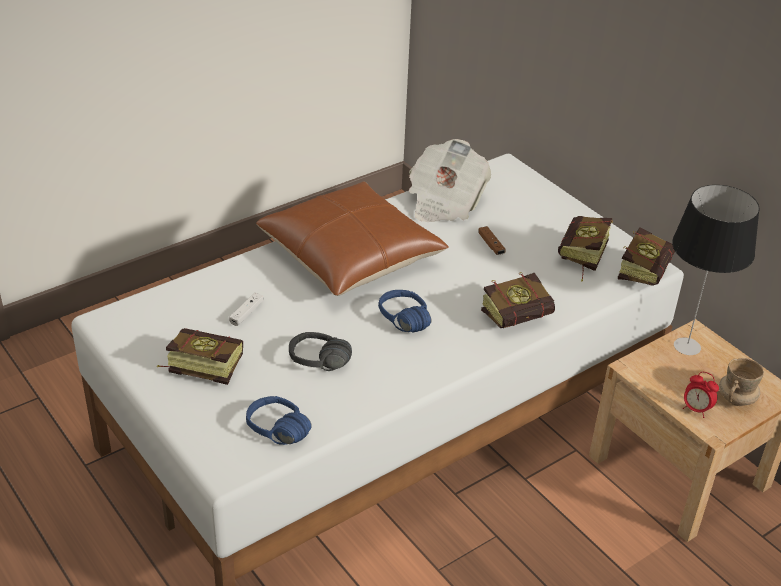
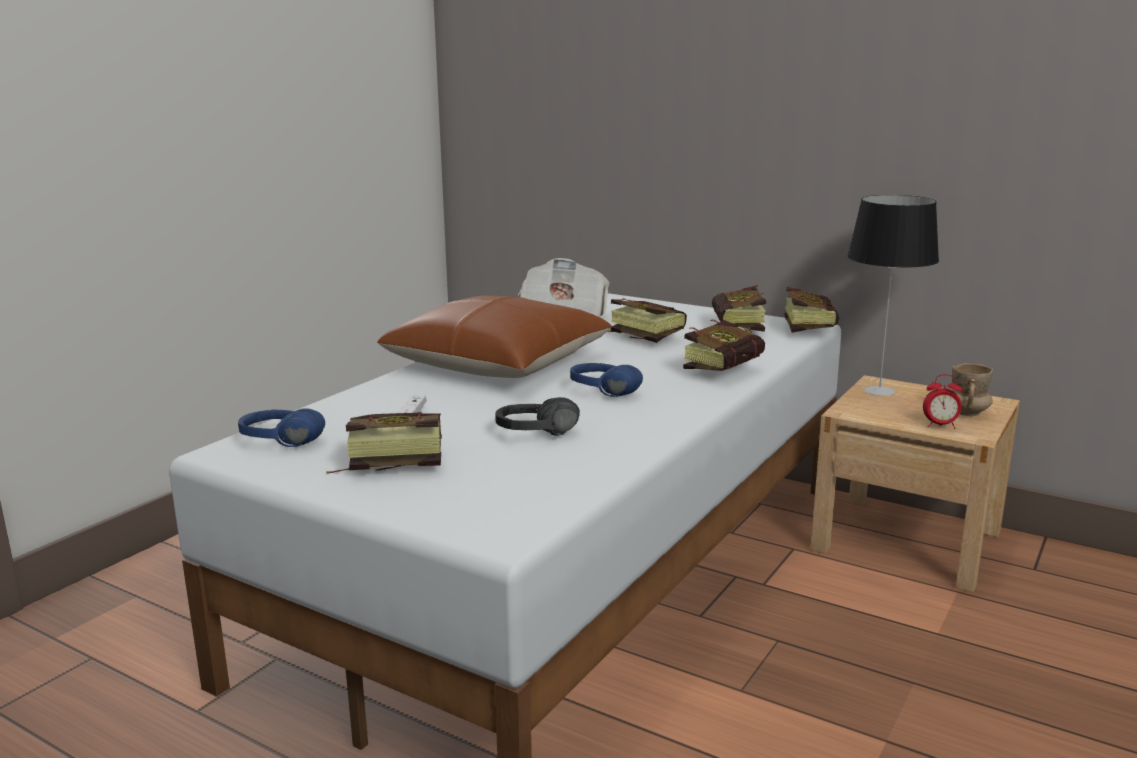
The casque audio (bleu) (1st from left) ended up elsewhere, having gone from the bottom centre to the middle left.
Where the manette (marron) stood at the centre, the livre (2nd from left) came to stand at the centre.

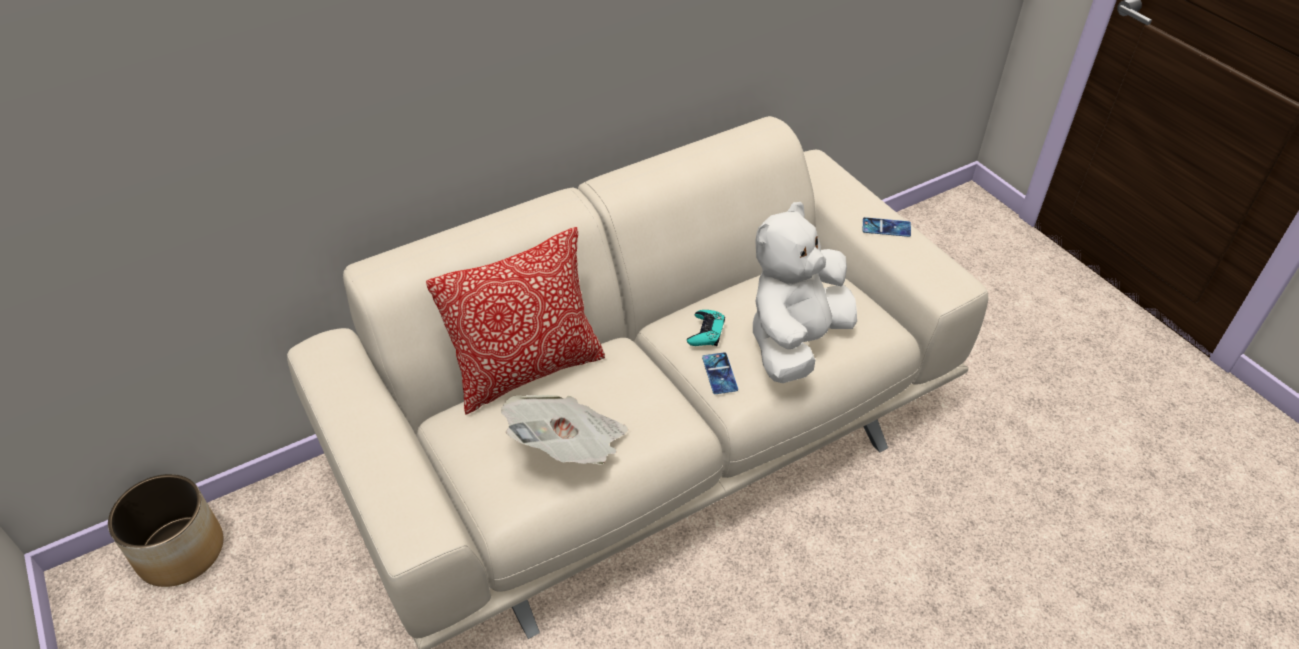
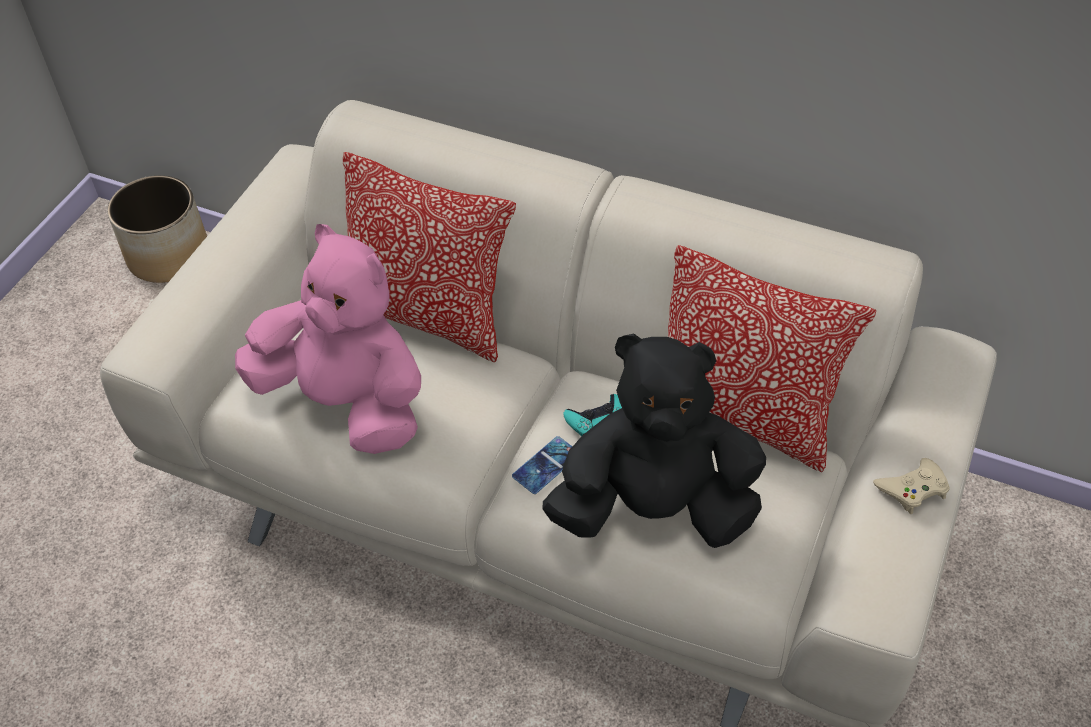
Where the journal stood at the centre, the peluche (rose) came to stand at the middle left.
What was the peluche (blanc) at the centre turned into the peluche (noir) at the centre.
Where the téléphone (2nd from left) stood at the middle right, the manette (beige) came to stand at the bottom right.
The second view gained the coussin (2nd from left) at the middle right.

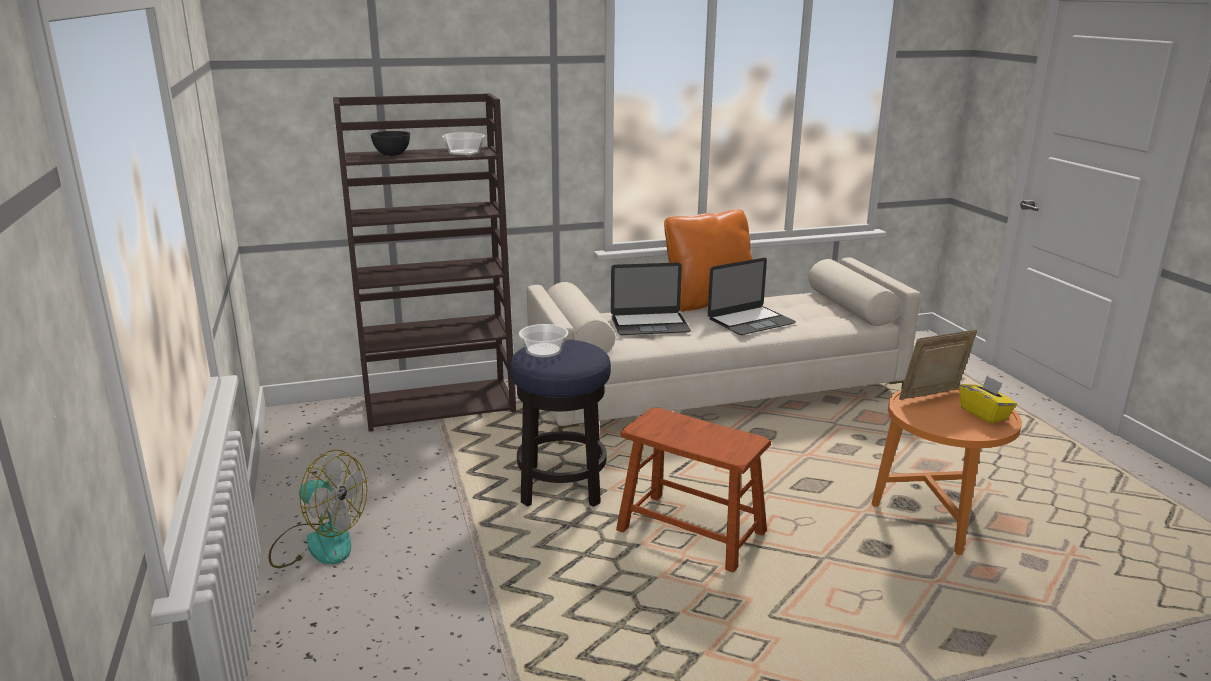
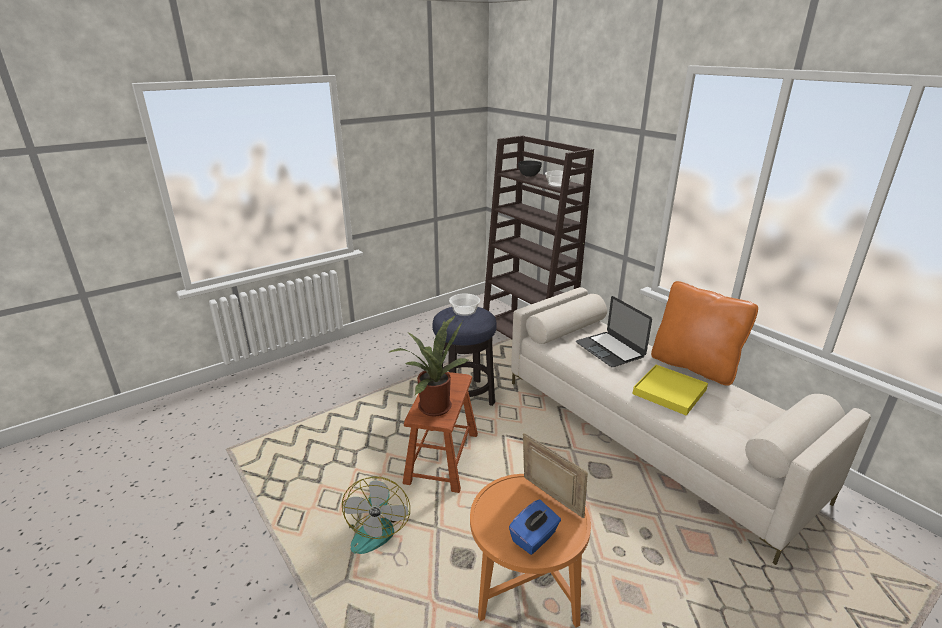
The ventilateur ended up elsewhere, having gone from the bottom left to the bottom centre.
Where the ordinateur portable (2nd from left) stood at the centre, the plateau (jaune) came to stand at the middle right.
What was the boîte à mouchoirs (jaune) at the middle right turned into the boîte à mouchoirs (bleu) at the bottom centre.
The second view gained the plante en pot at the centre.

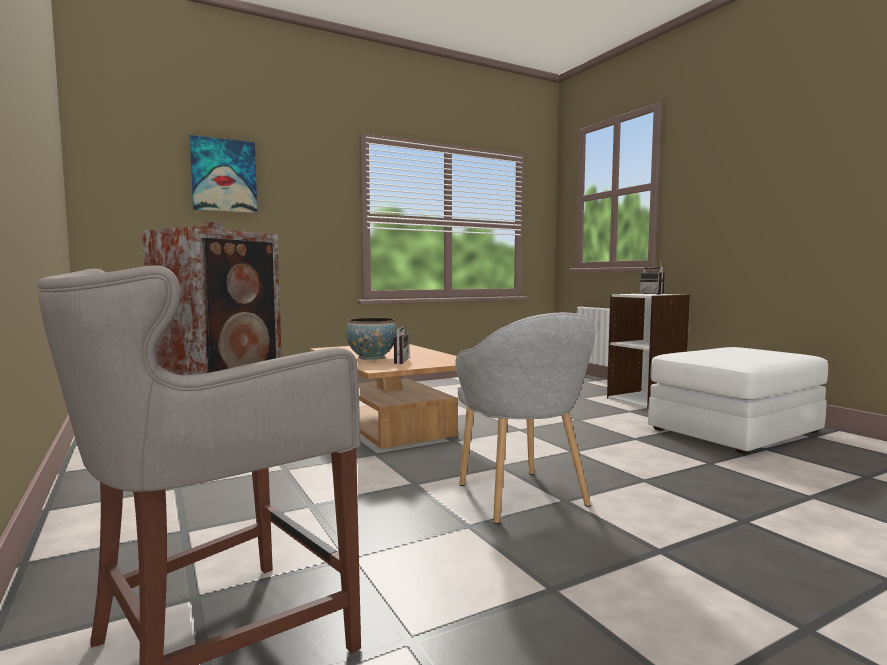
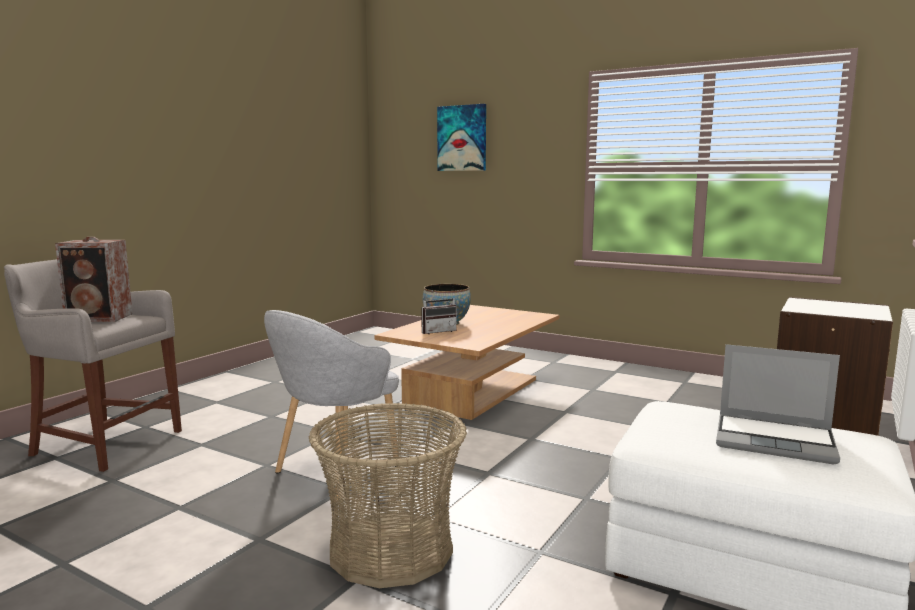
The second view lost the radio (2nd from left) at the middle right.
The second view gained the panier at the bottom centre.
The second view gained the ordinateur portable at the middle right.

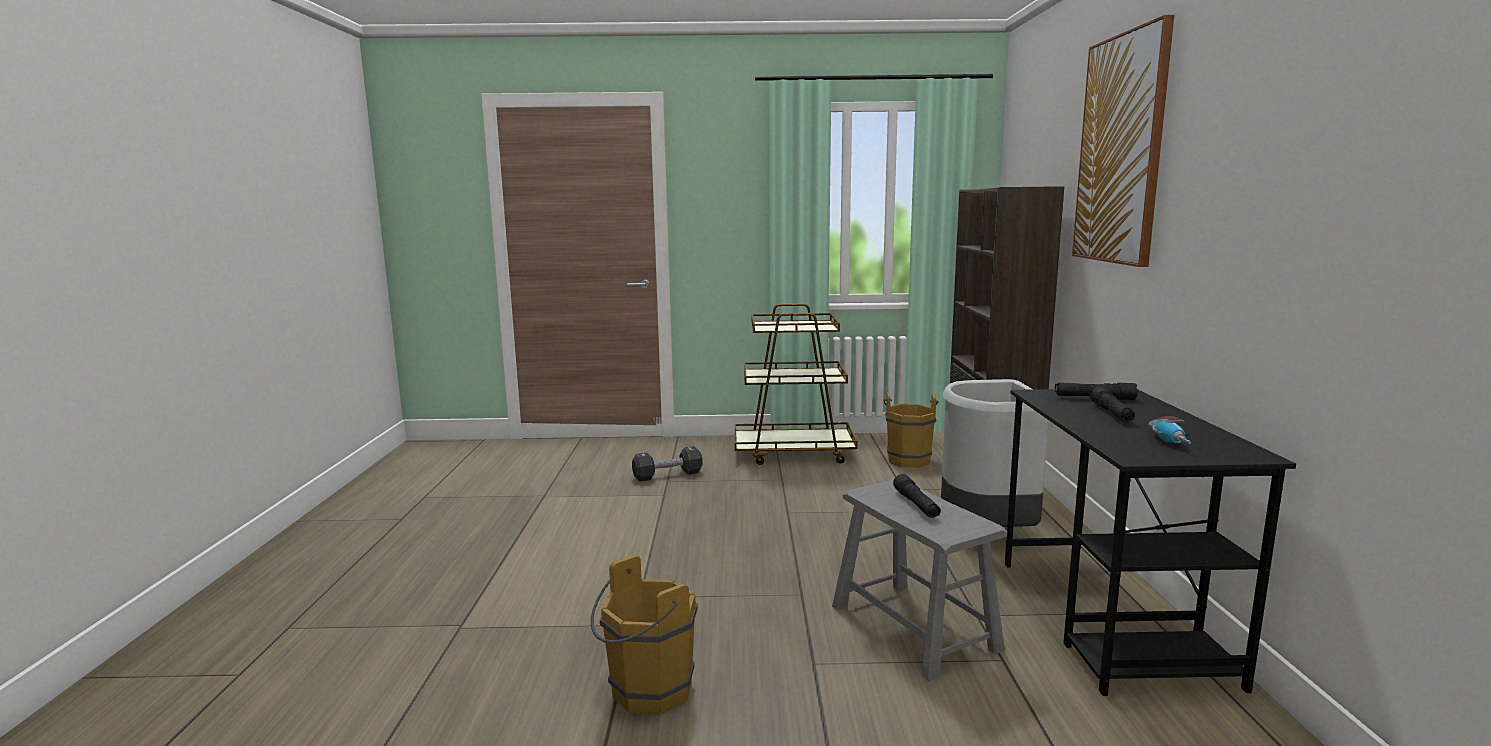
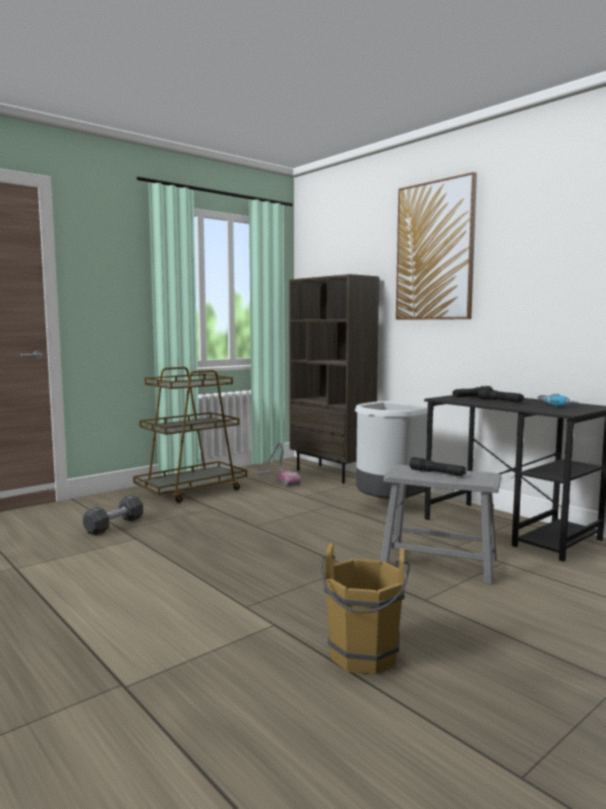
Where the seau (marron) (2nd from left) stood at the centre, the aspirateur came to stand at the centre.

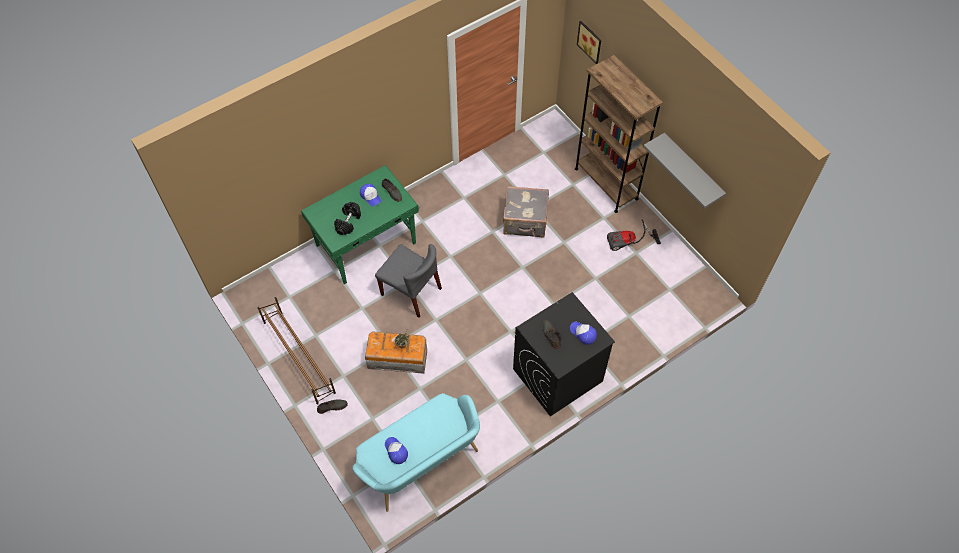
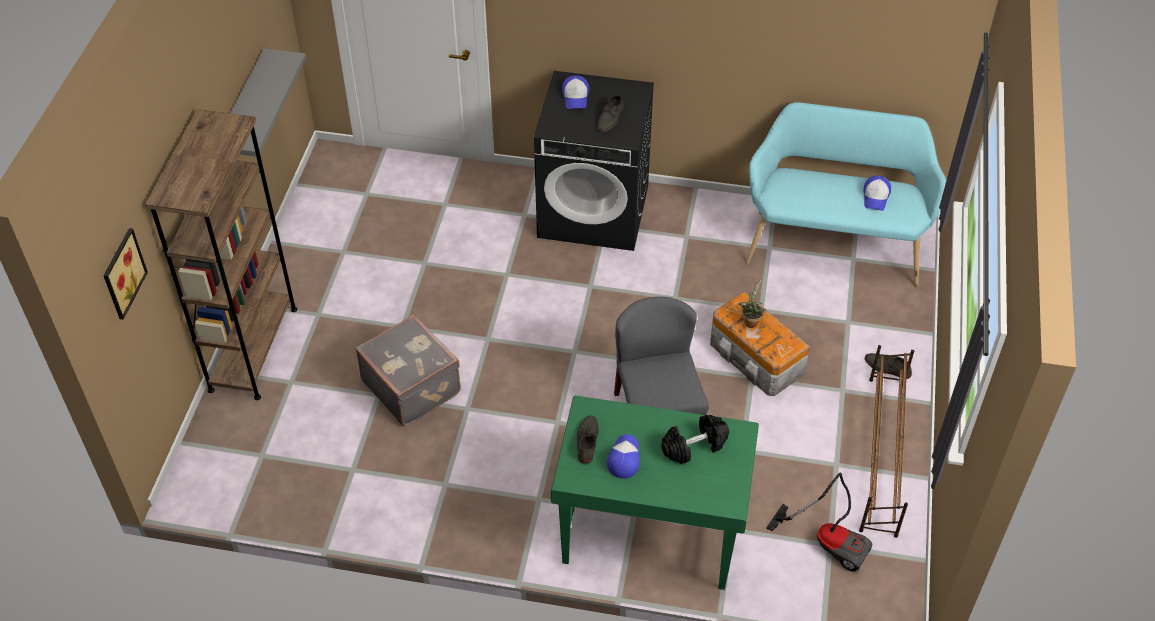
The aspirateur ended up elsewhere, having gone from the centre to the bottom right.

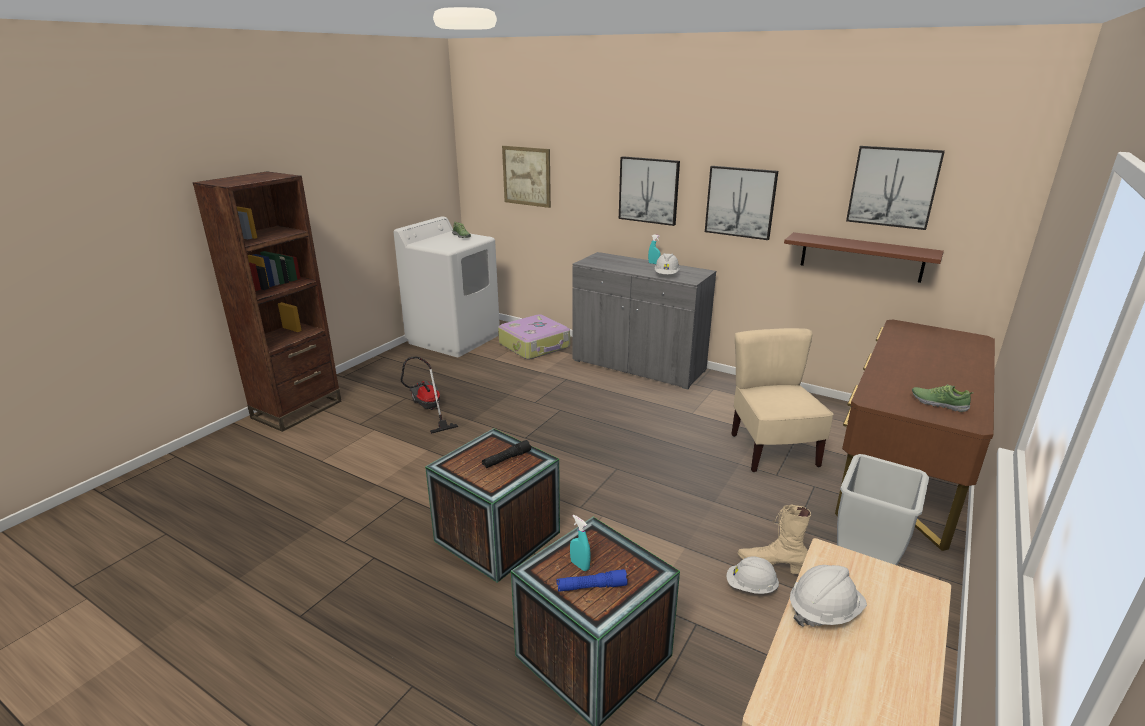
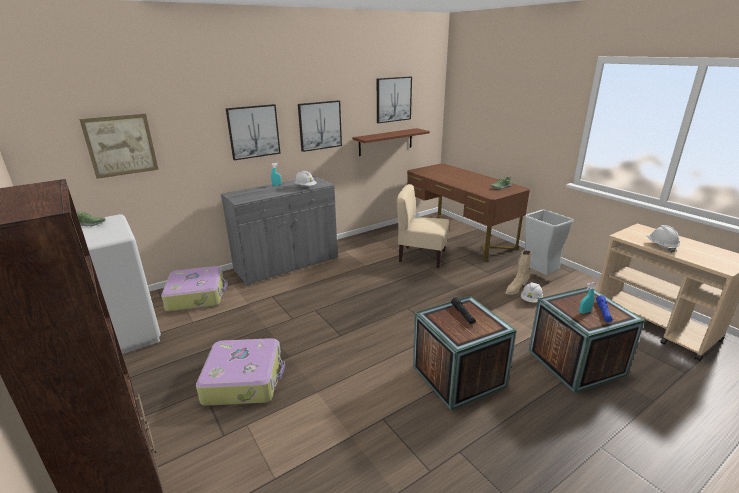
Where the aspirateur stood at the centre, the valise (2nd from left) came to stand at the bottom left.

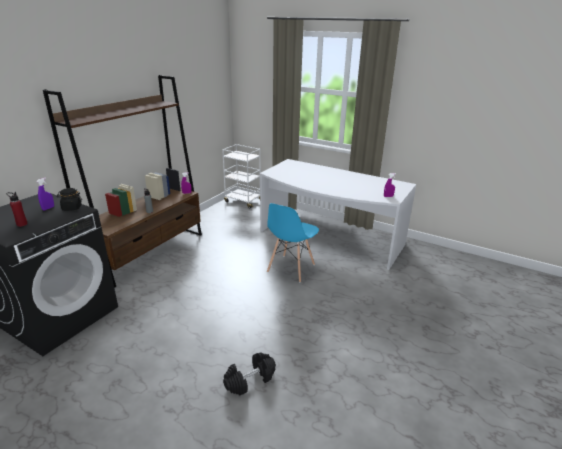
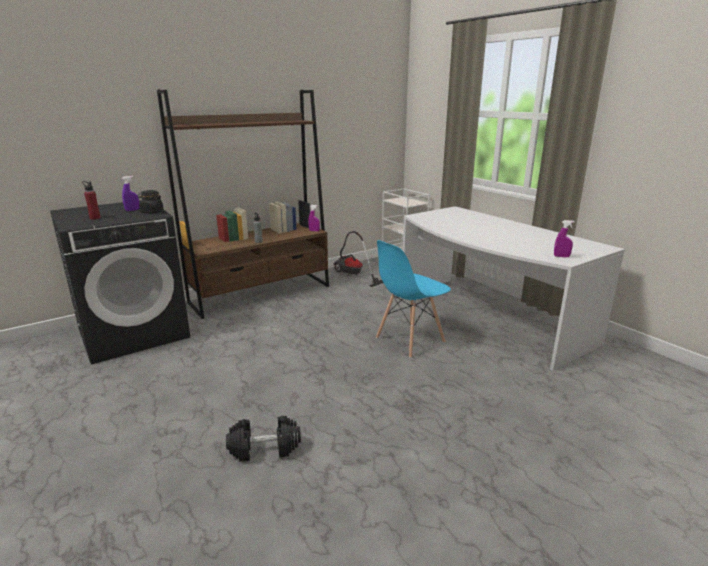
The second view gained the aspirateur at the centre.

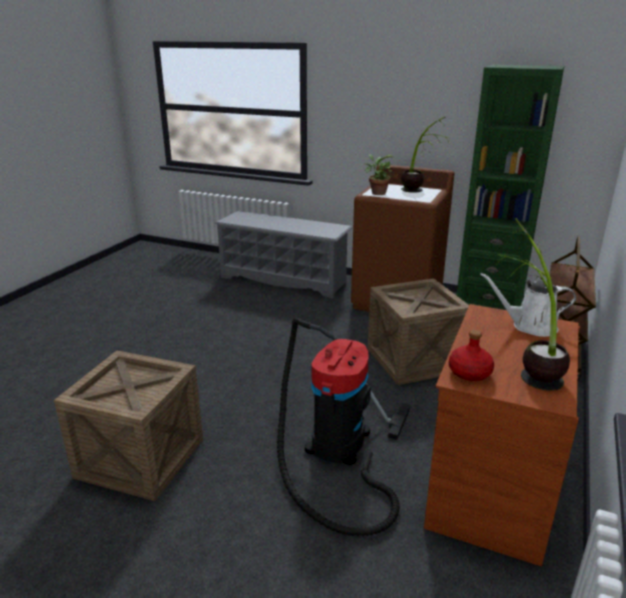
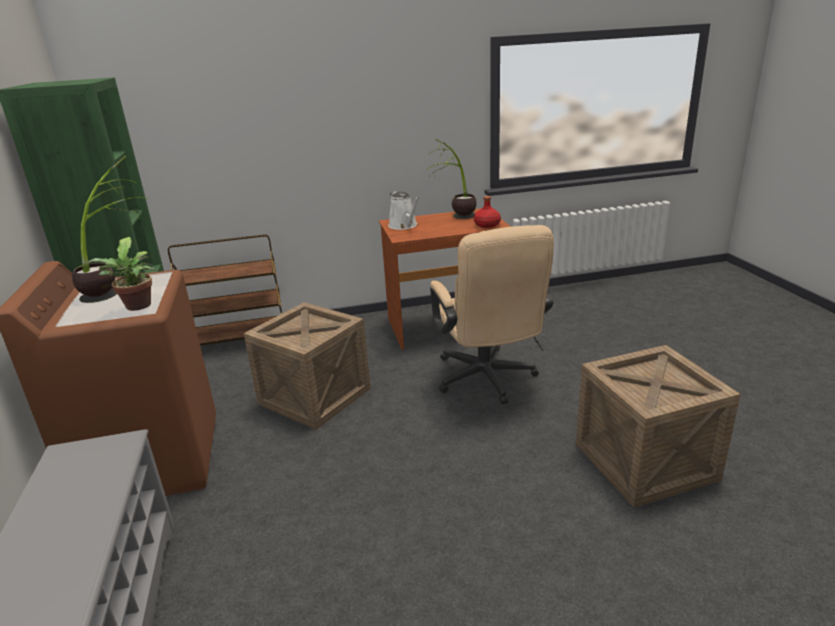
Where the aspirateur stood at the bottom centre, the chaise de bureau (beige) came to stand at the centre.

